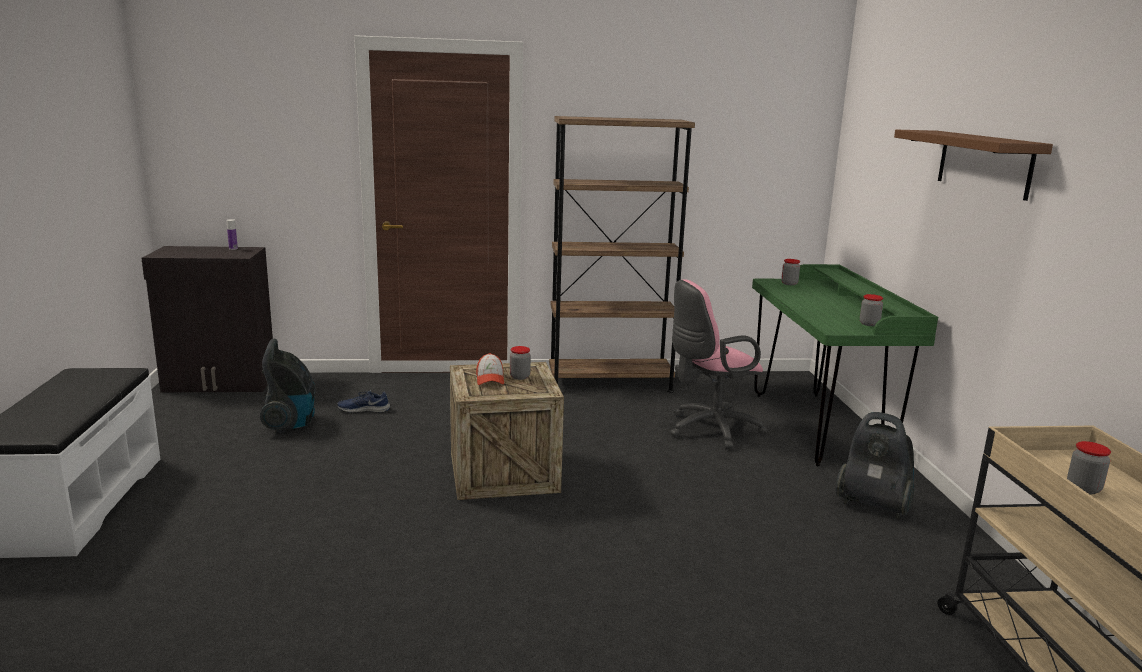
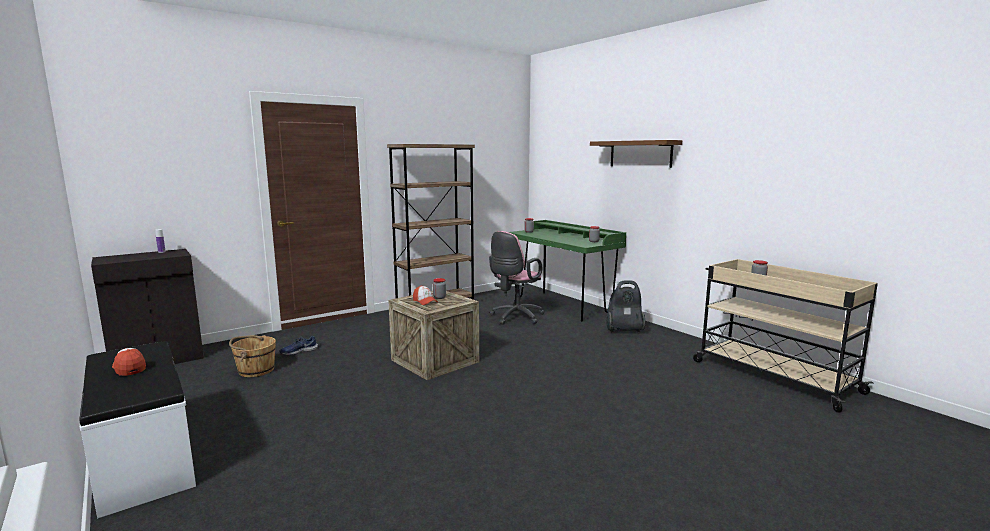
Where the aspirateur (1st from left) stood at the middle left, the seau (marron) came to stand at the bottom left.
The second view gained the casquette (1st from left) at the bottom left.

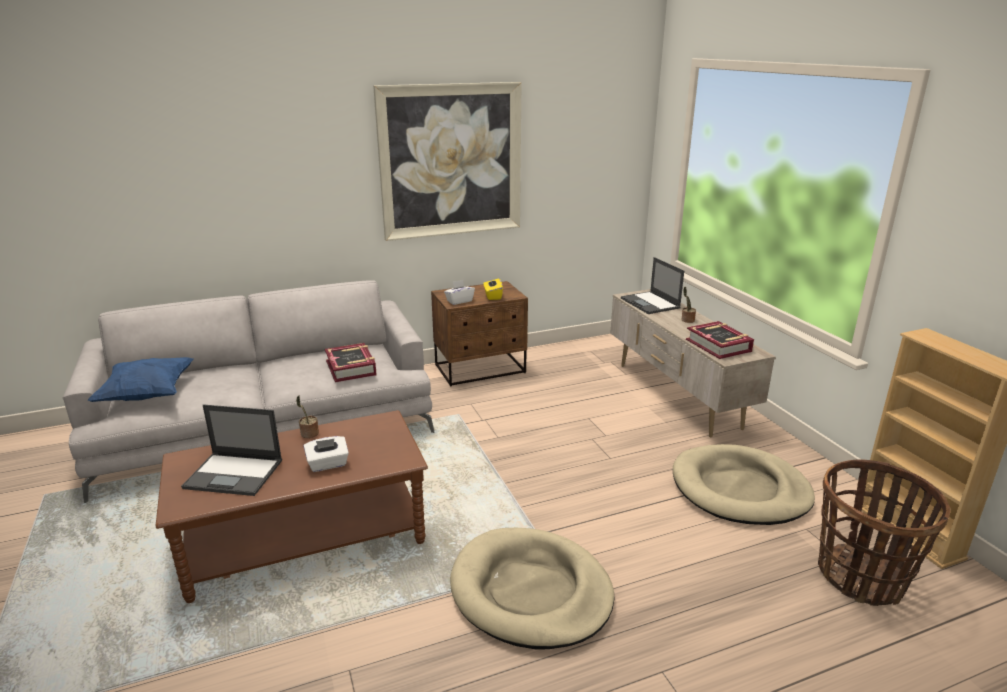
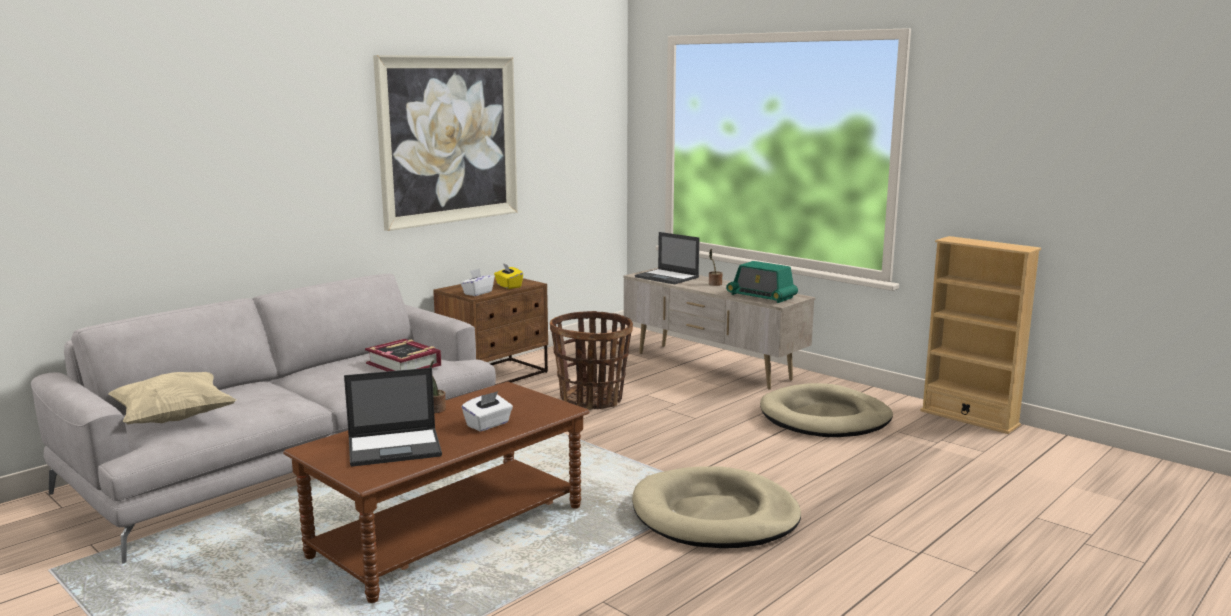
What was the coussin (bleu) at the middle left turned into the coussin (beige) at the middle left.
Where the livre (2nd from left) stood at the middle right, the radio came to stand at the centre.
The panier ended up elsewhere, having gone from the bottom right to the centre.

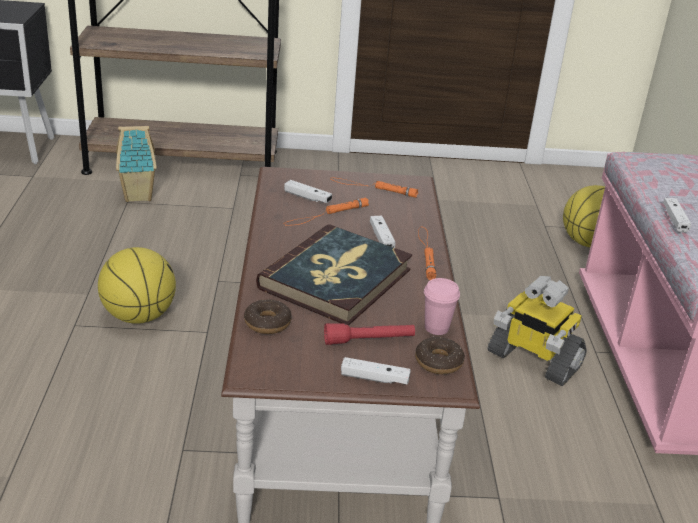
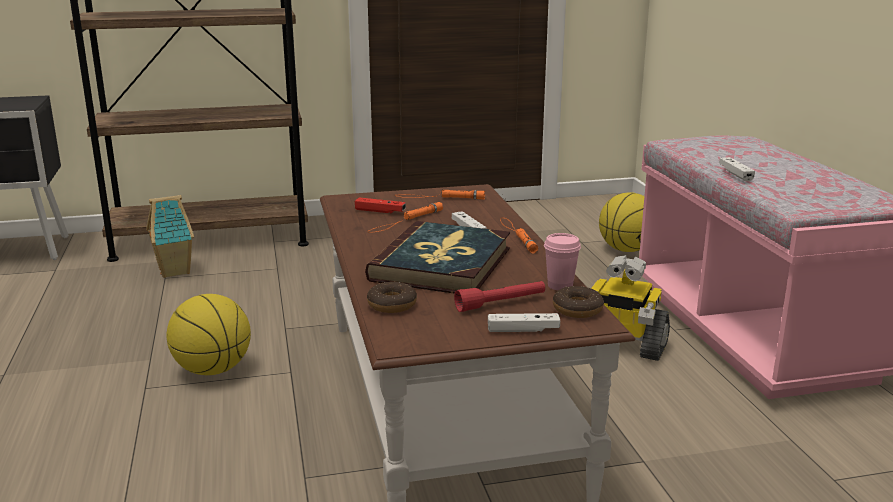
What was the manette (blanc) (1st from left) at the centre turned into the manette (rouge) at the centre.

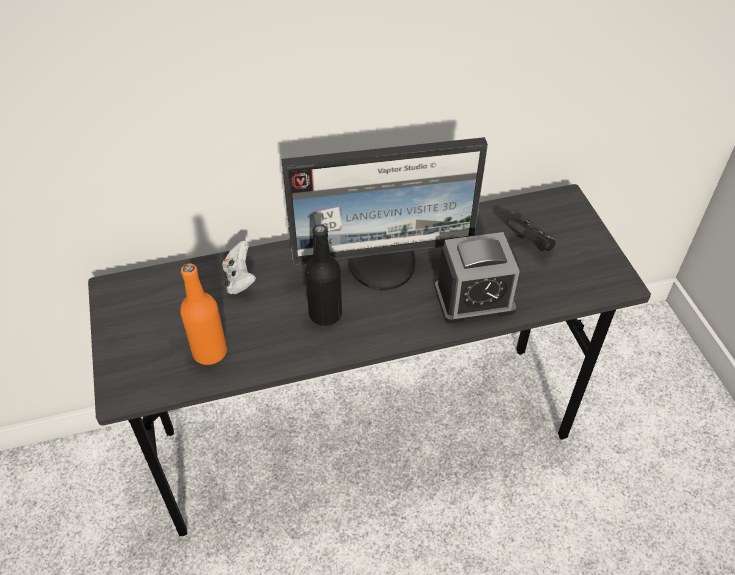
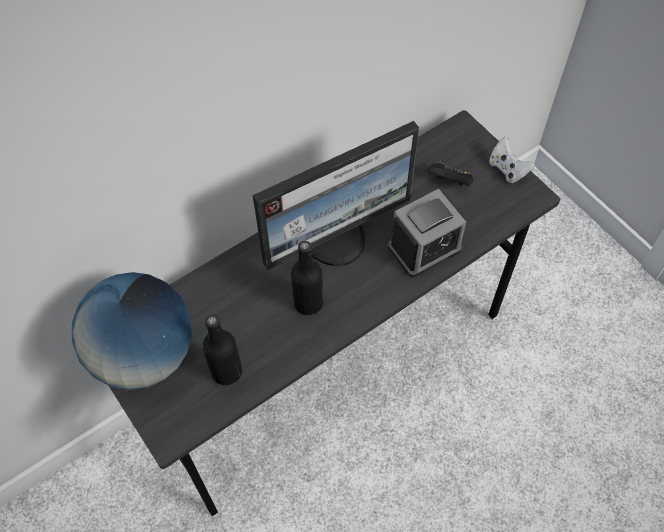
What was the bouteille (orange) at the middle left turned into the bouteille (noir) (1st from left) at the centre.
The manette (blanc) ended up elsewhere, having gone from the middle left to the top right.
The second view gained the globe at the middle left.

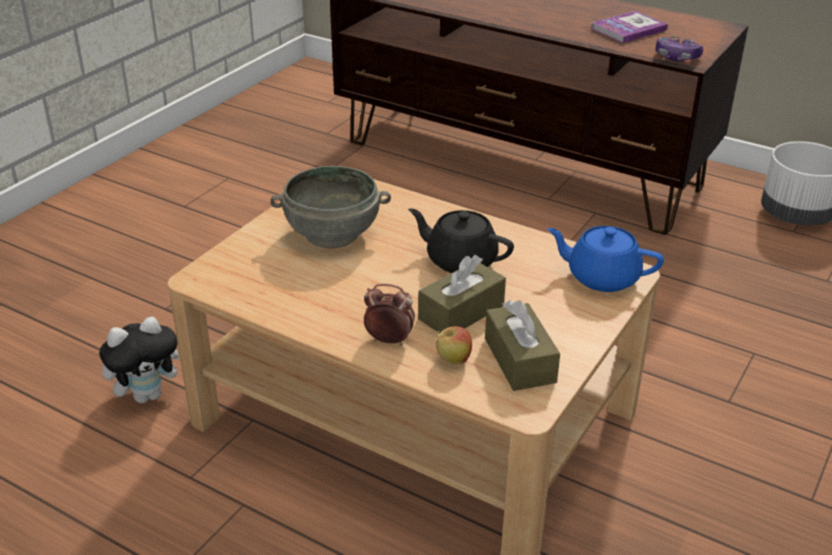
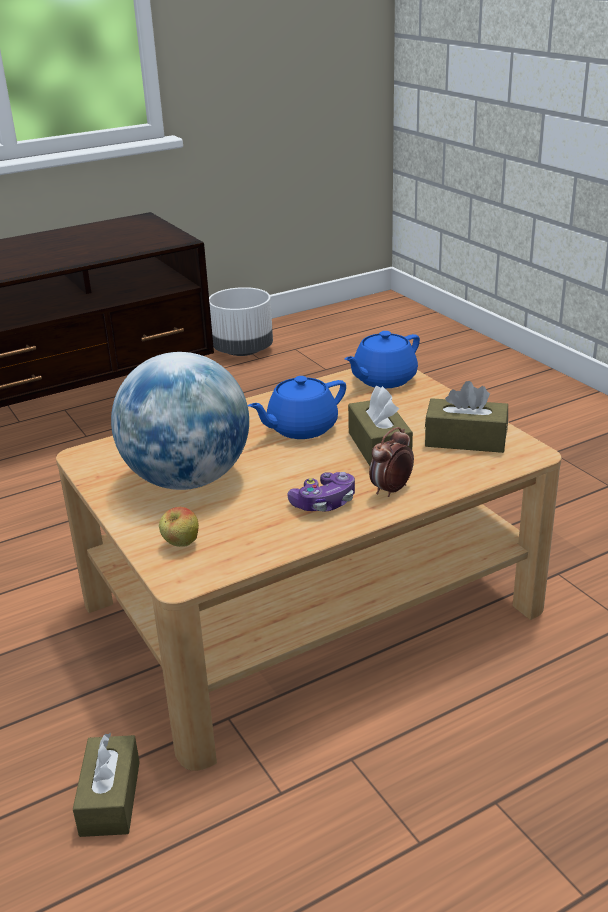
Where the peluche stood at the middle left, the boîte à mouchoirs (marron) (1st from left) came to stand at the bottom left.
Where the bol (gris) stood at the centre, the globe came to stand at the middle left.
What was the théière (noir) at the centre turned into the théière (bleu) (1st from left) at the centre.
The pomme ended up elsewhere, having gone from the centre to the middle left.
The second view lost the livre at the top right.
The manette ended up elsewhere, having gone from the top right to the centre.

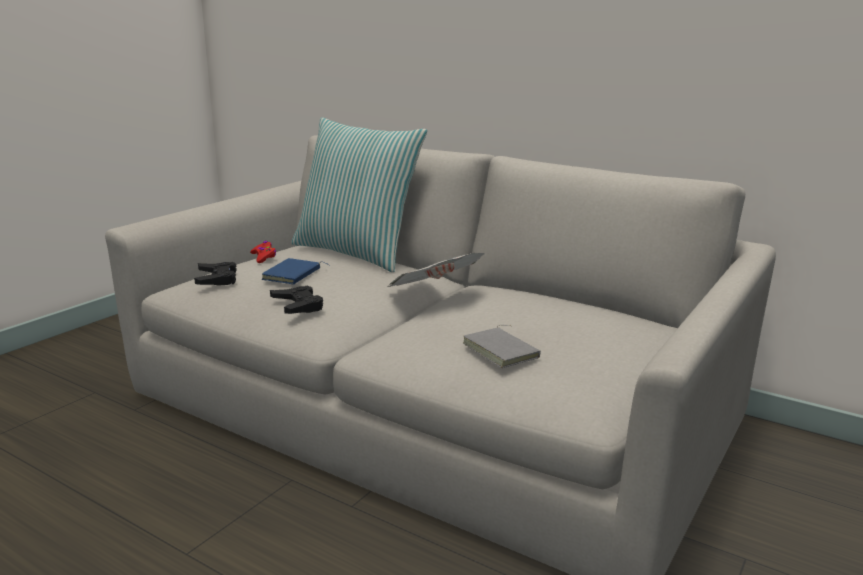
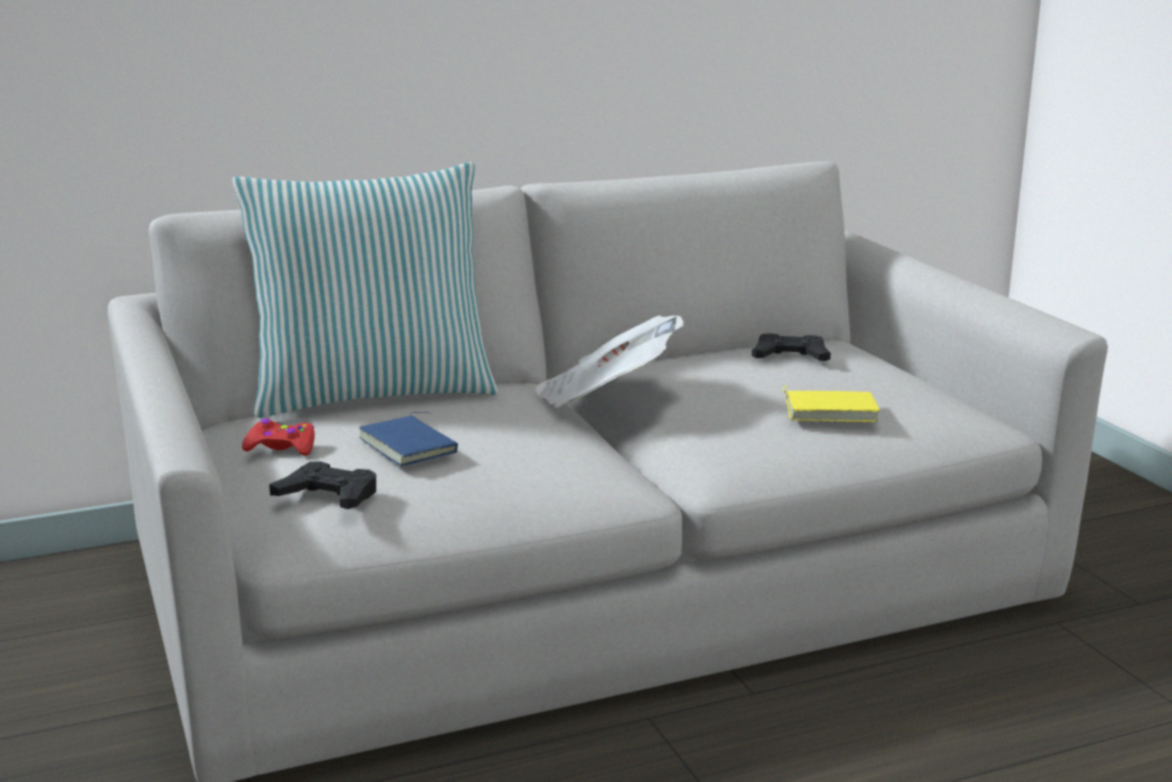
The manette (noir) (2nd from left) ended up elsewhere, having gone from the centre to the middle right.
What was the livre (gris) at the centre turned into the livre (jaune) at the middle right.

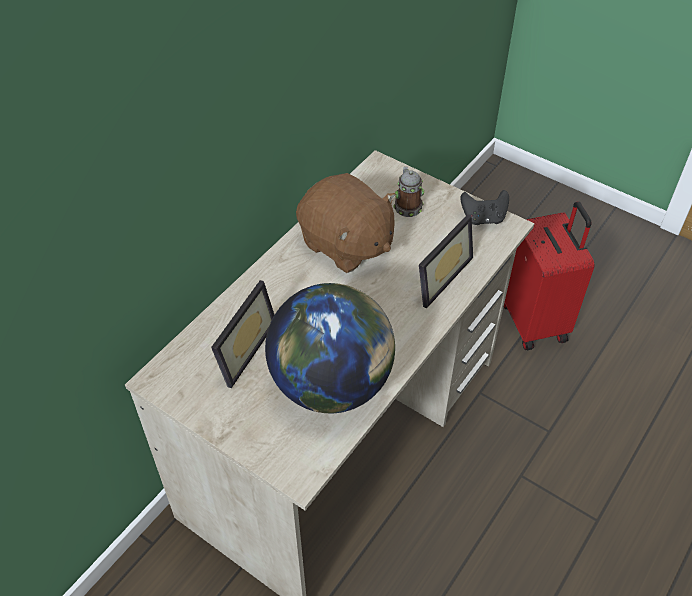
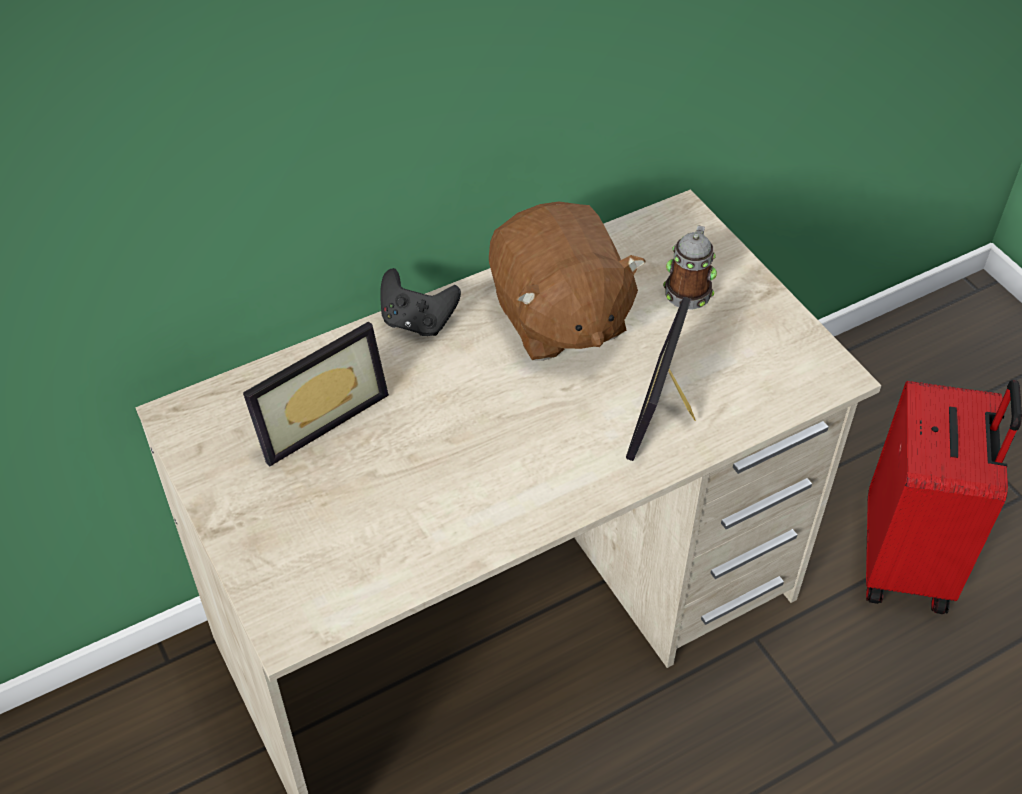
The second view lost the globe at the centre.
The cadre photo (2nd from left) at the centre ended up facing another way, 135 degrees clockwise from before.
The manette (noir) ended up elsewhere, having gone from the middle right to the centre.

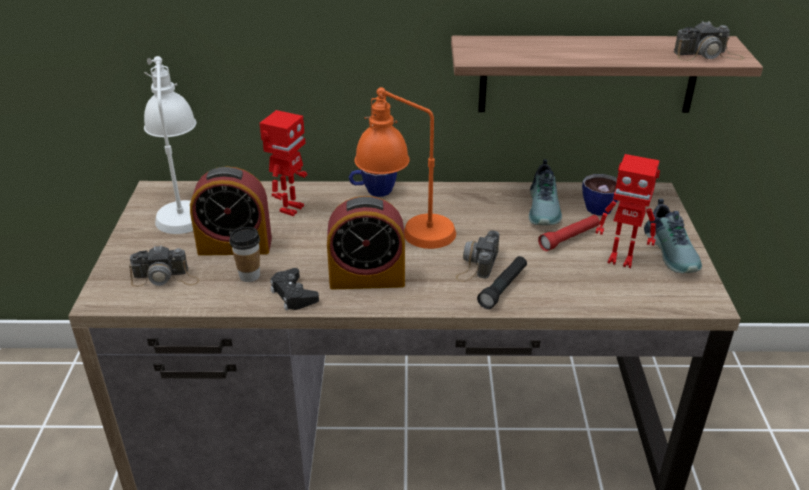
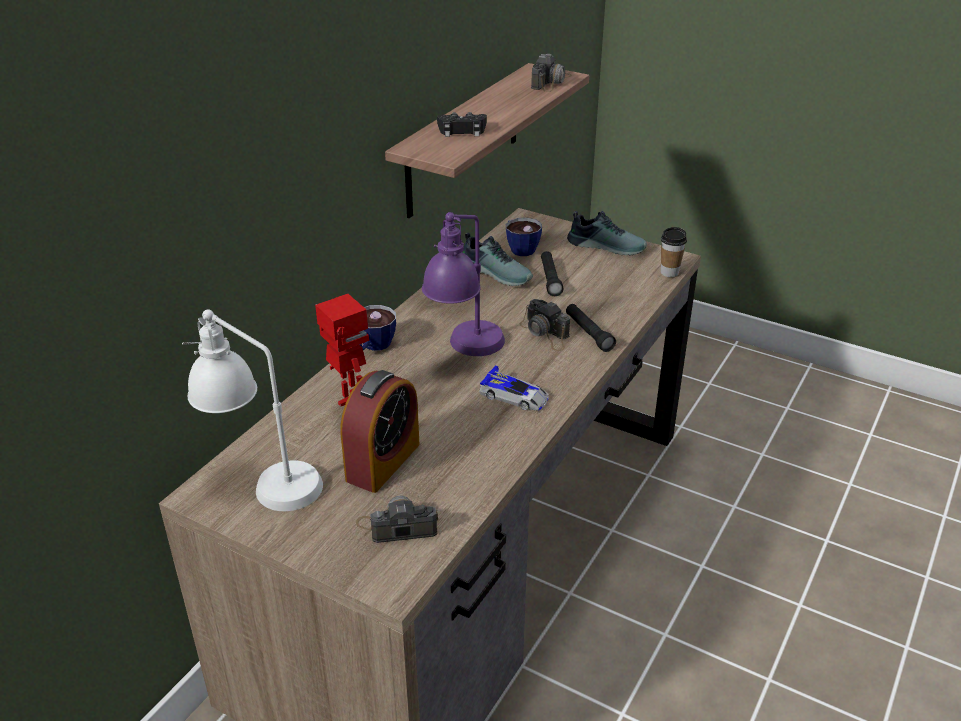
The appareil photo (1st from left) at the middle left ended up facing another way, 120 degrees counterclockwise from before.
The tasse (1st from left in the first image) ended up elsewhere, having gone from the middle left to the middle right.
The manette (noir) ended up elsewhere, having gone from the centre to the top centre.
Where the réveil (2nd from left) stood at the centre, the petite voiture came to stand at the centre.
What was the lampe de table (orange) at the centre turned into the lampe de table (violet) at the centre.
What was the lampe de poche (rouge) at the middle right turned into the lampe de poche (noir) (1st from left) at the centre.
The second view lost the robot jouet (2nd from left) at the middle right.

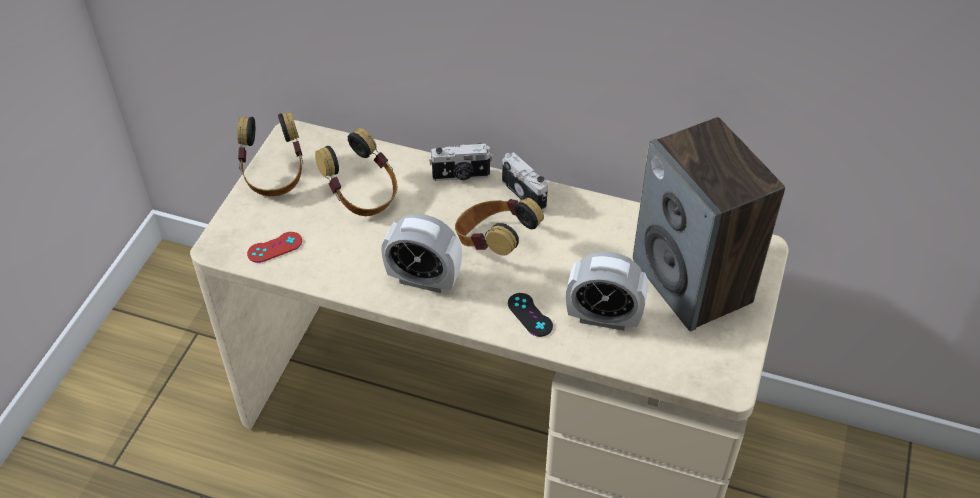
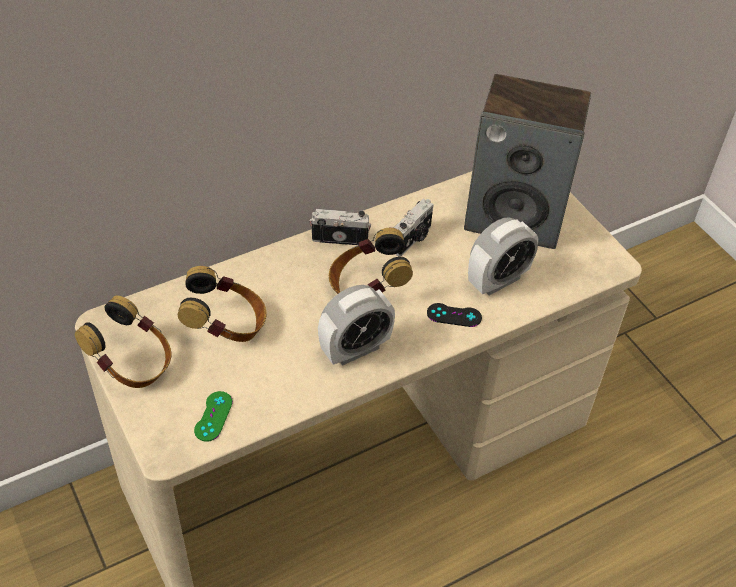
What was the manette (rouge) at the middle left turned into the manette (vert) at the bottom left.
The appareil photo (1st from left in the first image) ended up elsewhere, having gone from the top centre to the centre.

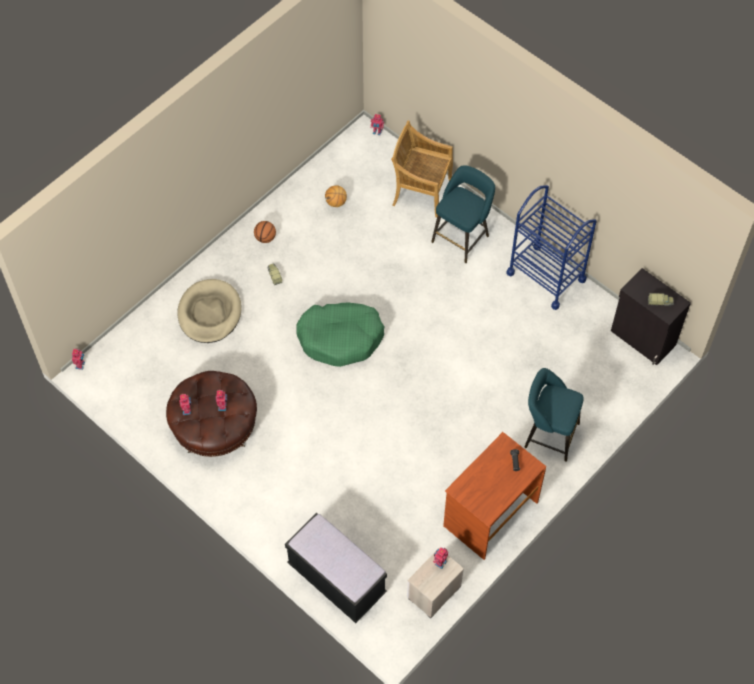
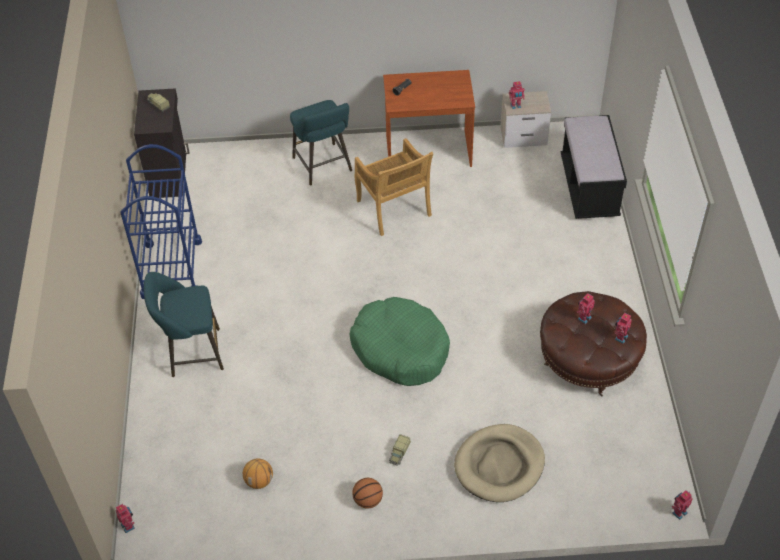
The chaise (beige) ended up elsewhere, having gone from the top centre to the centre.

